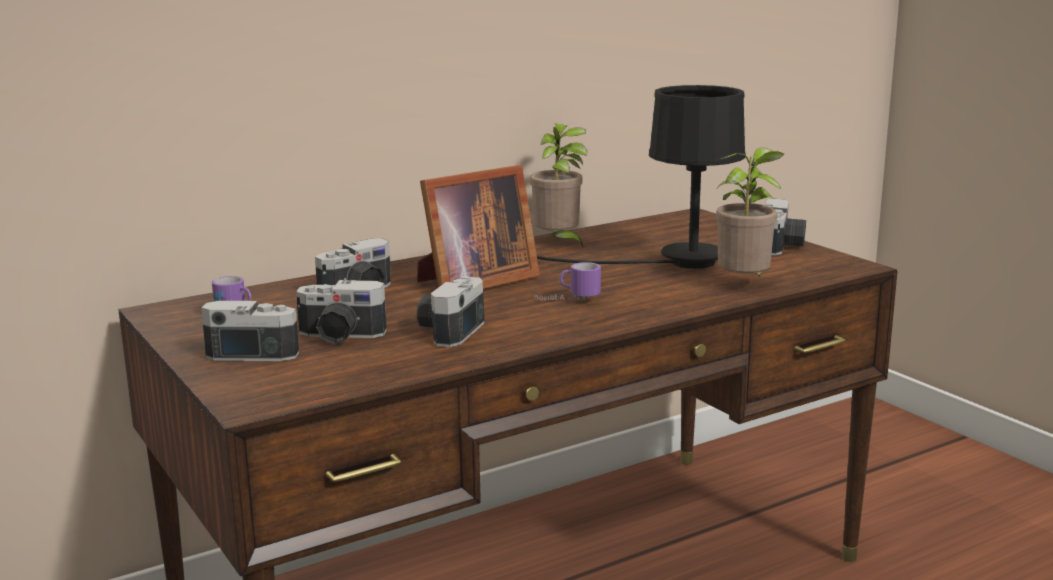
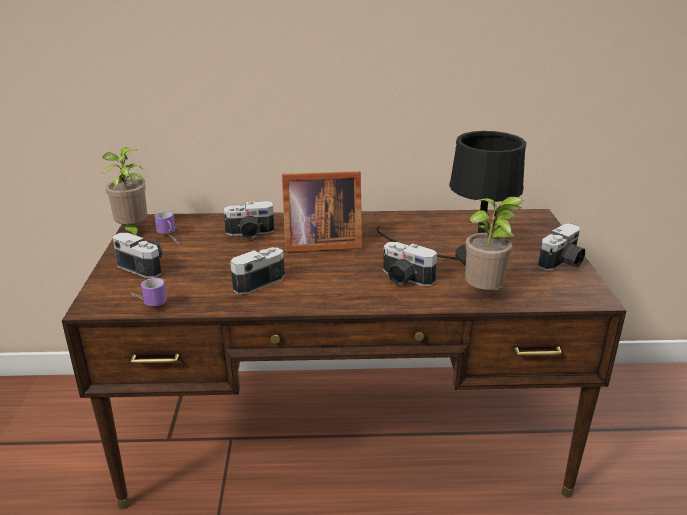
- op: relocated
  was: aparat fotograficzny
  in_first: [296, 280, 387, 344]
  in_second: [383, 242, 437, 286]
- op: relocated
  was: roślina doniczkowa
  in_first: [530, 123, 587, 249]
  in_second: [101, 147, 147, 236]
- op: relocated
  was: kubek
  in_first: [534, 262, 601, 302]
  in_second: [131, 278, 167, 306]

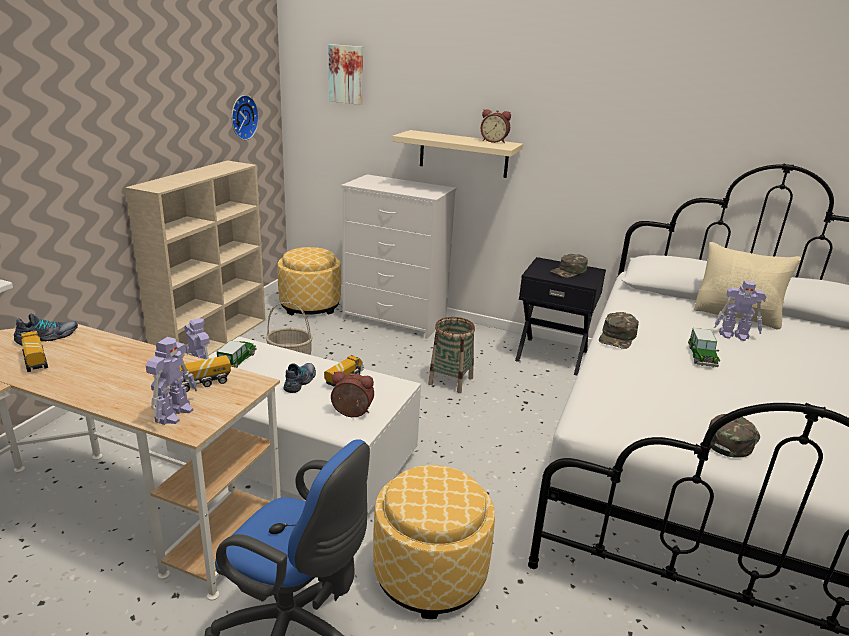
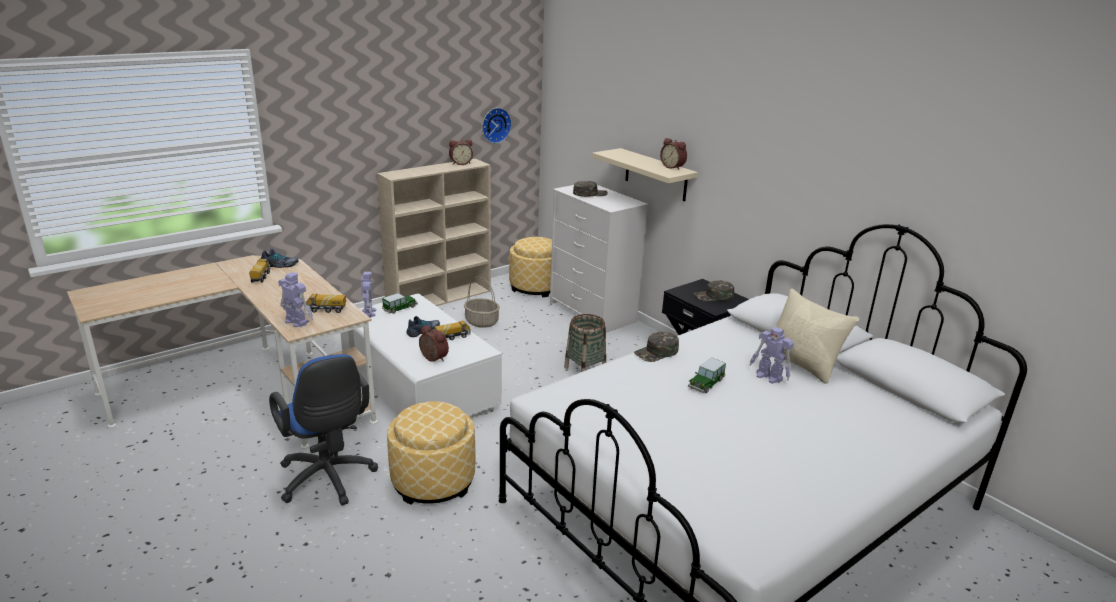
- op: missing
  was: obraz
  in_first: [329, 44, 363, 105]
- op: appeared
  now: budzik
  in_second: [449, 139, 473, 165]
- op: relocated
  was: czapka z daszkiem (zielony)
  in_first: [708, 414, 760, 458]
  in_second: [573, 181, 608, 197]
- op: spun
  was: robot zabawkowy
  in_first: [146, 337, 197, 425]
  in_second: [278, 272, 313, 327]
  clockwise: -105

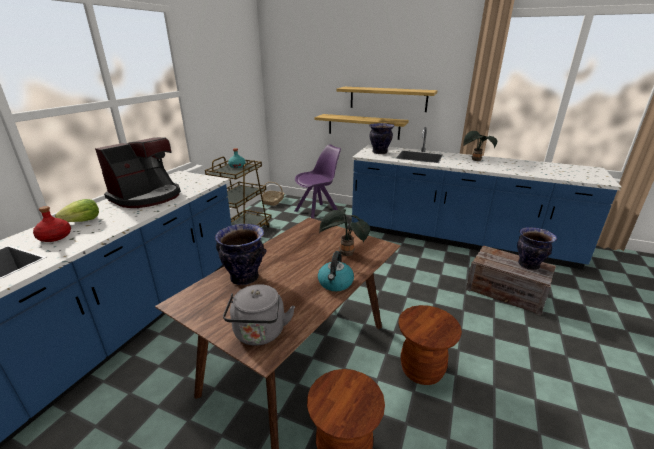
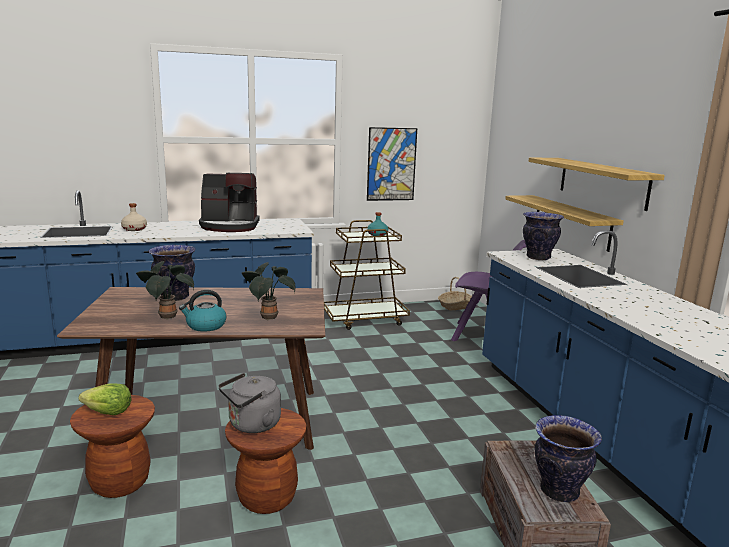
- op: appeared
  now: obraz
  in_second: [367, 127, 417, 201]
- op: relocated
  was: sałata
  in_first: [55, 199, 99, 222]
  in_second: [78, 384, 132, 415]
- op: relocated
  was: czajnik (szary)
  in_first: [223, 284, 295, 346]
  in_second: [218, 373, 281, 433]
- op: relocated
  was: roślina doniczkowa
  in_first: [463, 131, 497, 161]
  in_second: [136, 261, 194, 320]
- op: colour
  was: butelka (czerwony)
  now: butelka (beżowy)
  in_first: [33, 206, 71, 242]
  in_second: [121, 203, 147, 231]

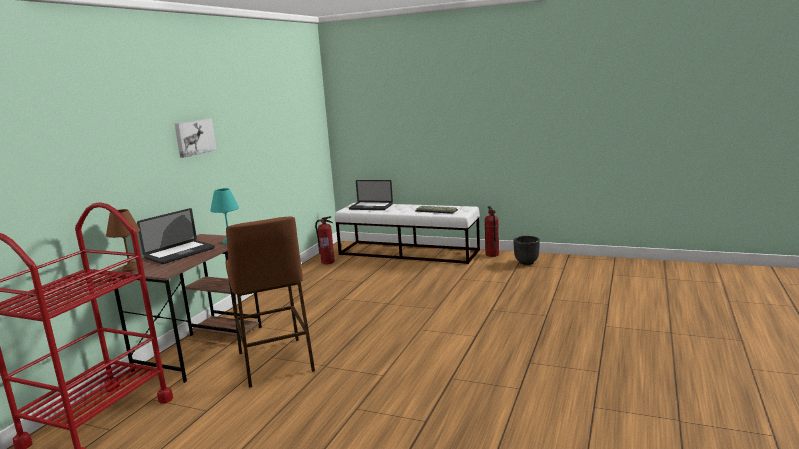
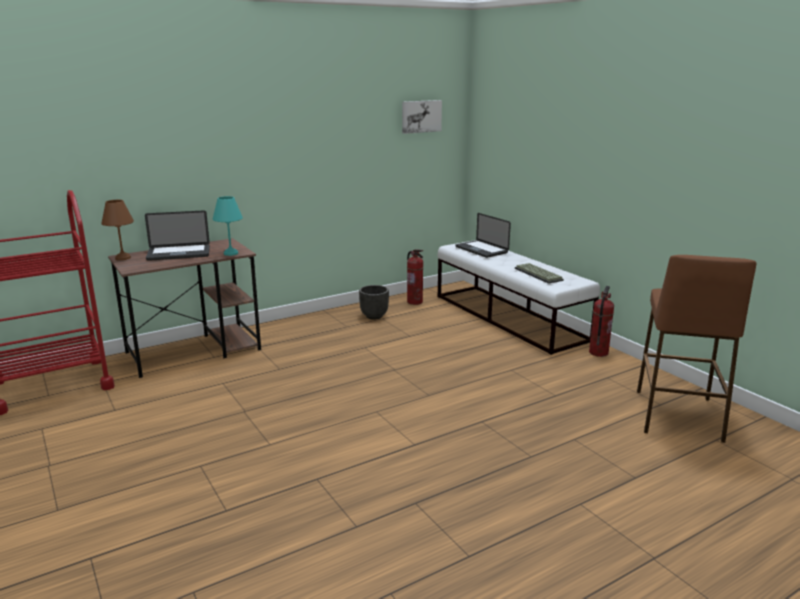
- op: relocated
  was: obraz
  in_first: [175, 118, 217, 158]
  in_second: [402, 100, 442, 134]
- op: relocated
  was: stołek (brązowy)
  in_first: [225, 217, 315, 388]
  in_second: [637, 255, 757, 443]
- op: relocated
  was: donica (czarny)
  in_first: [514, 236, 540, 265]
  in_second: [359, 285, 389, 320]

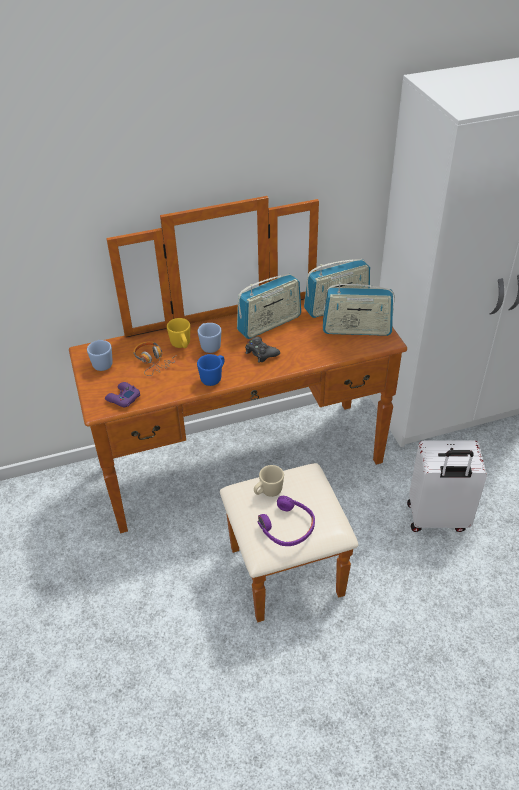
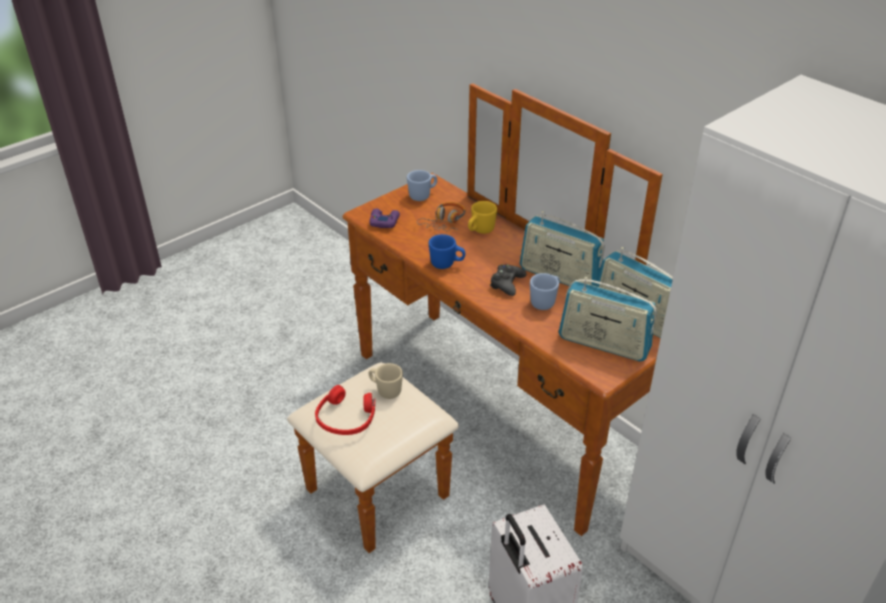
- op: relocated
  was: kubek (niebieski)
  in_first: [198, 323, 221, 353]
  in_second: [530, 273, 560, 310]
- op: colour
  was: słuchawki (fioletowy)
  now: słuchawki (czerwony)
  in_first: [257, 496, 315, 546]
  in_second: [315, 385, 375, 435]
- op: spun
  was: radio
  in_first: [323, 282, 395, 336]
  in_second: [559, 276, 657, 361]
  clockwise: -45

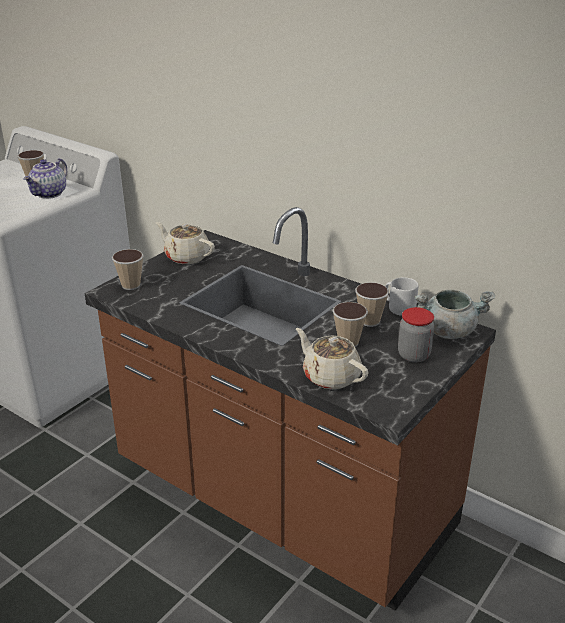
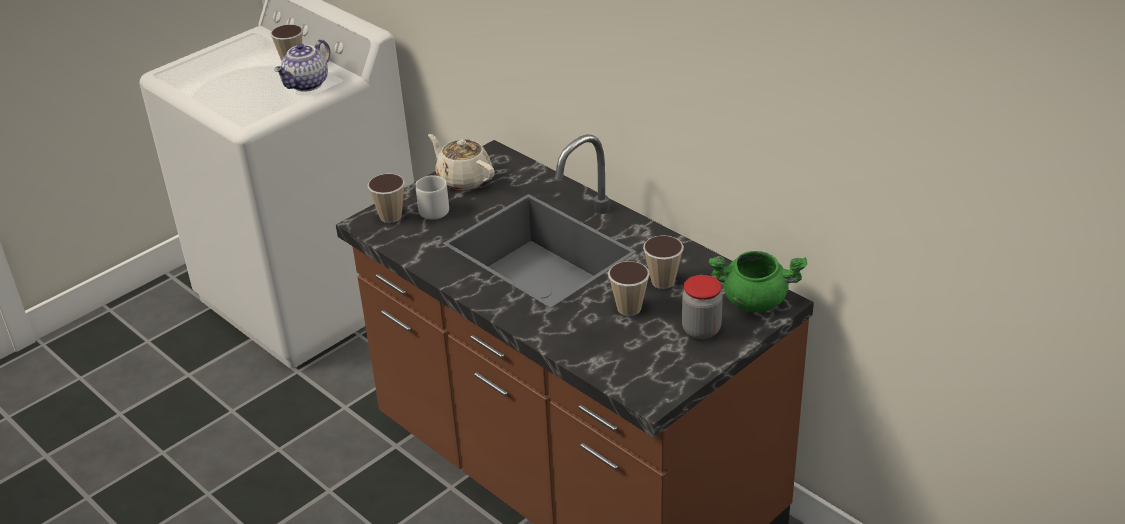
- op: missing
  was: imbryk (beżowy)
  in_first: [296, 328, 368, 389]
- op: relocated
  was: kubek (szary)
  in_first: [385, 277, 418, 316]
  in_second: [415, 175, 449, 220]
- op: colour
  was: garnek (szary)
  now: garnek (zielony)
  in_first: [414, 290, 496, 339]
  in_second: [709, 251, 807, 312]

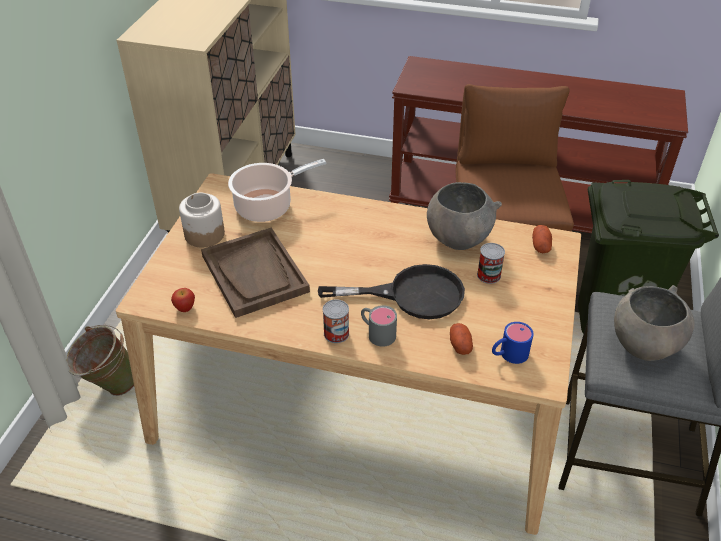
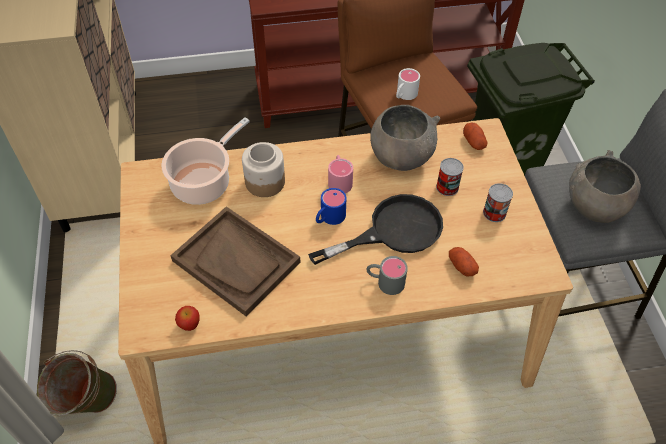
- op: appeared
  now: kubek (różowy)
  in_second: [328, 155, 353, 193]
- op: appeared
  now: kubek (biały)
  in_second: [396, 68, 420, 100]
- op: relocated
  was: słoik
  in_first: [179, 193, 225, 247]
  in_second: [242, 142, 285, 197]
- op: relocated
  was: puszka
  in_first: [323, 300, 349, 343]
  in_second: [483, 183, 513, 222]
- op: relocated
  was: kubek (niebieski)
  in_first: [492, 322, 534, 364]
  in_second: [316, 188, 346, 225]

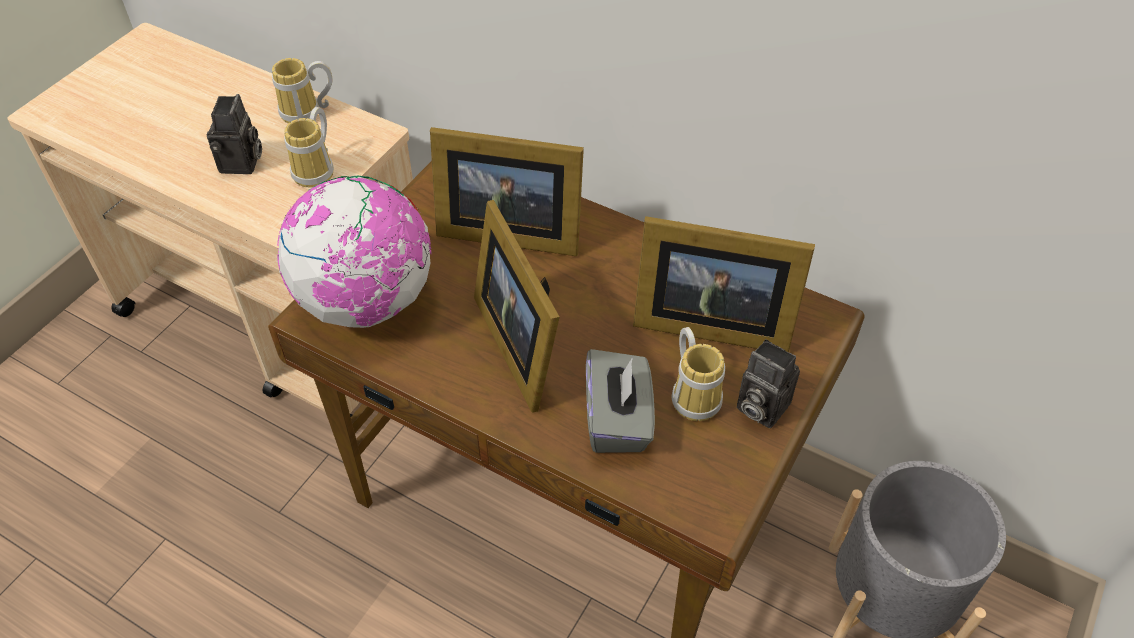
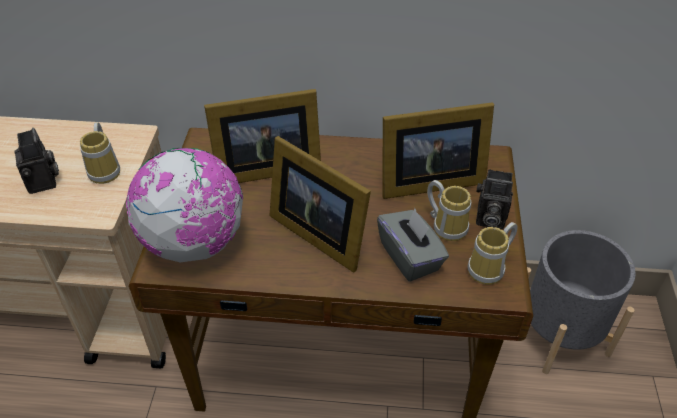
- op: relocated
  was: kubek
  in_first: [272, 58, 333, 124]
  in_second: [468, 222, 518, 285]

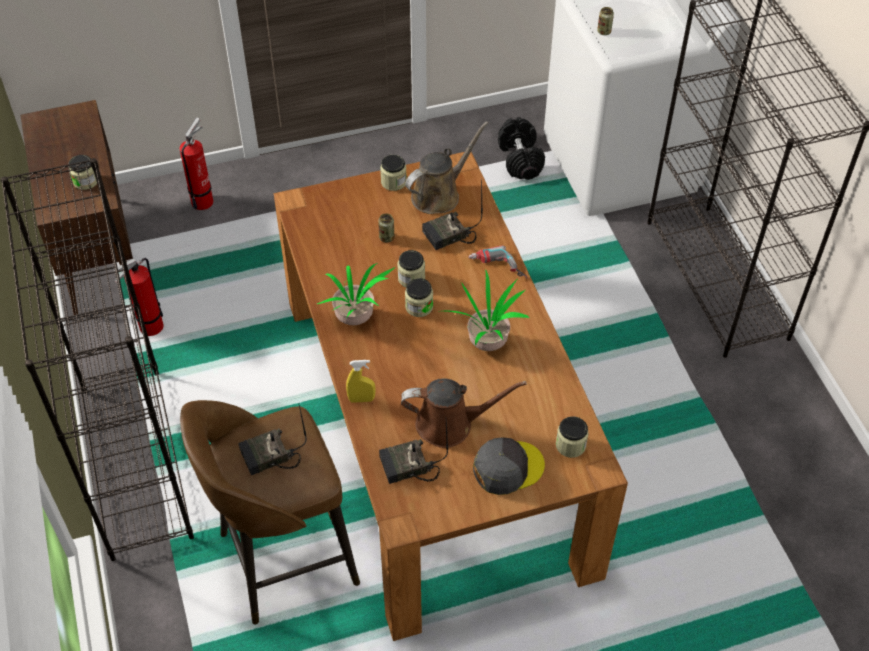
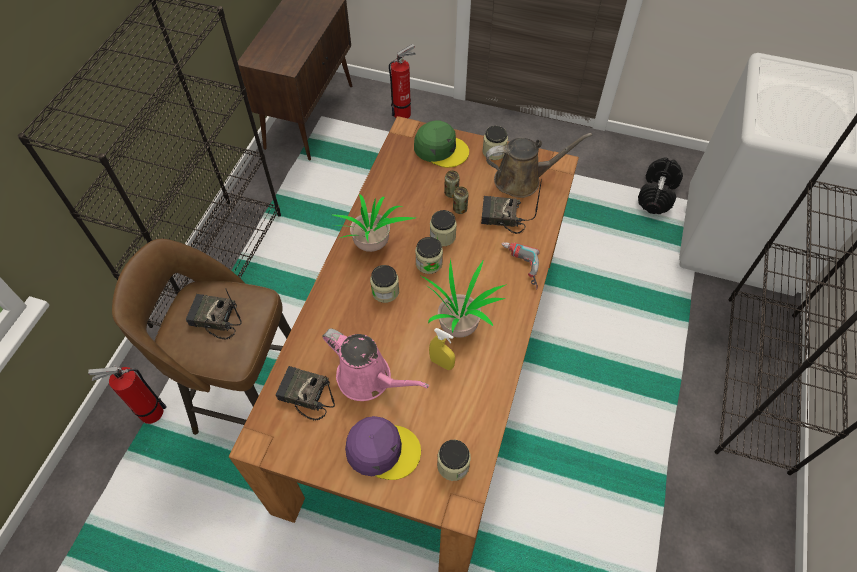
- op: appeared
  now: czapka z daszkiem (zielony)
  in_second: [414, 121, 469, 168]
- op: relocated
  was: słoik
  in_first: [69, 155, 97, 190]
  in_second: [370, 265, 399, 303]
- op: relocated
  was: gaśnica
  in_first: [114, 258, 164, 336]
  in_second: [88, 367, 167, 424]
- op: relocated
  was: spryskiwacz (żółty)
  in_first: [346, 360, 375, 403]
  in_second: [429, 328, 455, 370]
- op: relocated
  was: puszka
  in_first: [597, 7, 614, 35]
  in_second: [453, 187, 469, 214]
- op: colour
  was: konewka (brązowy)
  now: konewka (różowy)
  in_first: [401, 378, 527, 448]
  in_second: [322, 328, 429, 401]
- op: colour
  was: czapka z daszkiem (szary)
  now: czapka z daszkiem (fioletowy)
  in_first: [473, 437, 545, 495]
  in_second: [345, 416, 421, 480]

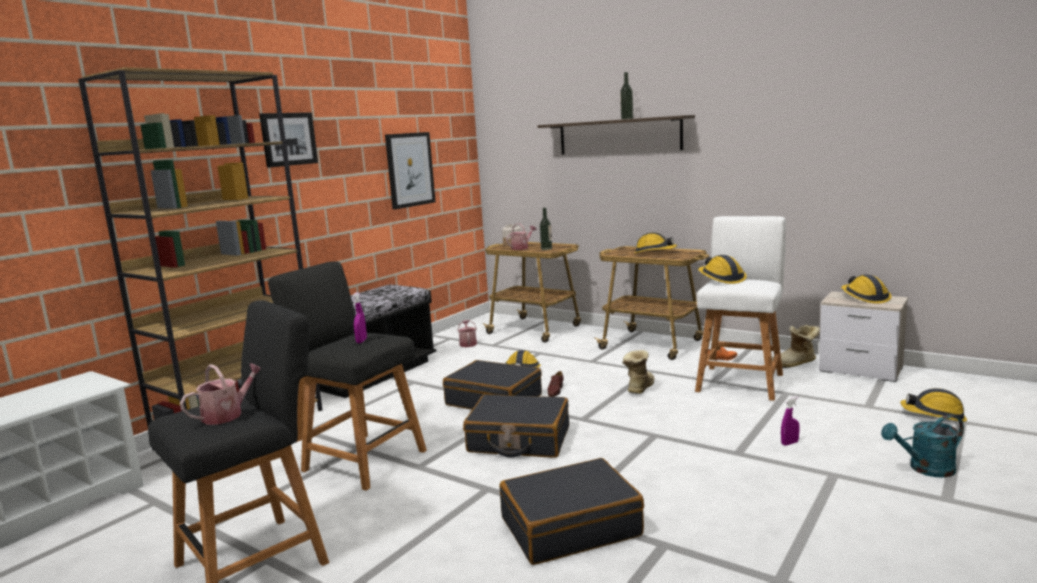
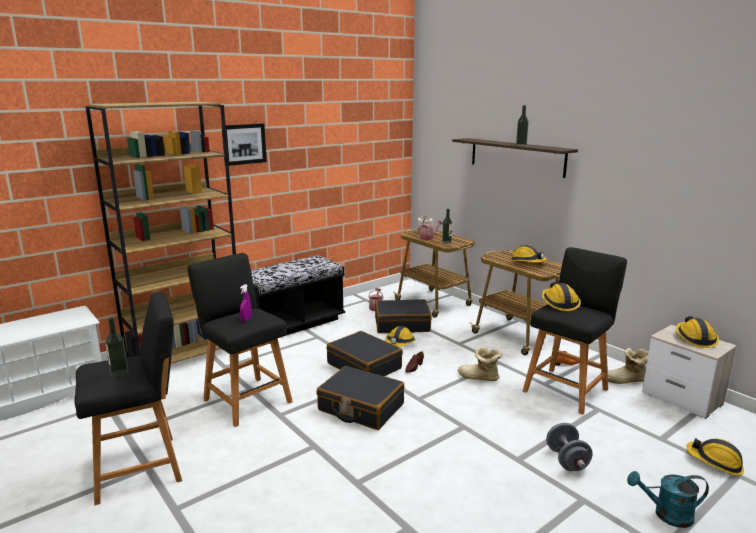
- op: missing
  was: obraz
  in_first: [385, 132, 436, 209]
- op: relocated
  was: walizka (czarny)
  in_first: [499, 458, 644, 565]
  in_second: [375, 299, 432, 333]
- op: exchanged
  was: konewka
  now: butelka
  in_first: [180, 363, 261, 425]
  in_second: [105, 318, 129, 378]
- op: exchanged
  was: spryskiwacz (fioletowy)
  now: hantel (szary)
  in_first: [781, 397, 799, 446]
  in_second: [546, 423, 593, 471]
- op: colour
  was: stołek (biały)
  now: stołek (czarny)
  in_first: [695, 216, 786, 401]
  in_second: [523, 247, 627, 415]
- op: spun
  was: but z cholewką
  in_first: [623, 350, 654, 394]
  in_second: [458, 346, 502, 381]
  clockwise: -105

